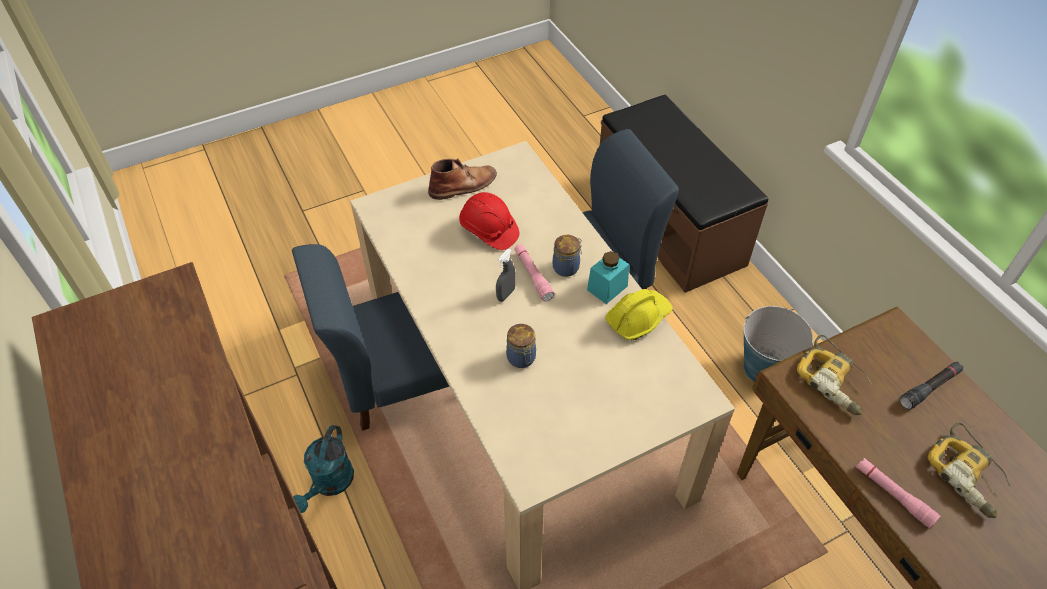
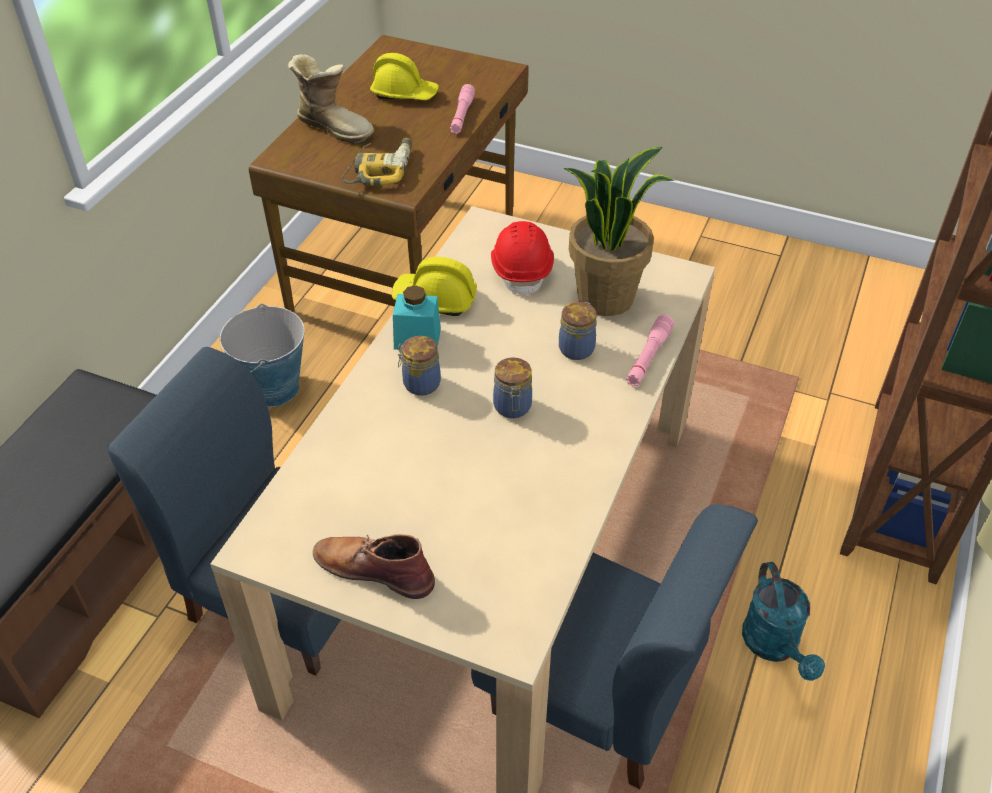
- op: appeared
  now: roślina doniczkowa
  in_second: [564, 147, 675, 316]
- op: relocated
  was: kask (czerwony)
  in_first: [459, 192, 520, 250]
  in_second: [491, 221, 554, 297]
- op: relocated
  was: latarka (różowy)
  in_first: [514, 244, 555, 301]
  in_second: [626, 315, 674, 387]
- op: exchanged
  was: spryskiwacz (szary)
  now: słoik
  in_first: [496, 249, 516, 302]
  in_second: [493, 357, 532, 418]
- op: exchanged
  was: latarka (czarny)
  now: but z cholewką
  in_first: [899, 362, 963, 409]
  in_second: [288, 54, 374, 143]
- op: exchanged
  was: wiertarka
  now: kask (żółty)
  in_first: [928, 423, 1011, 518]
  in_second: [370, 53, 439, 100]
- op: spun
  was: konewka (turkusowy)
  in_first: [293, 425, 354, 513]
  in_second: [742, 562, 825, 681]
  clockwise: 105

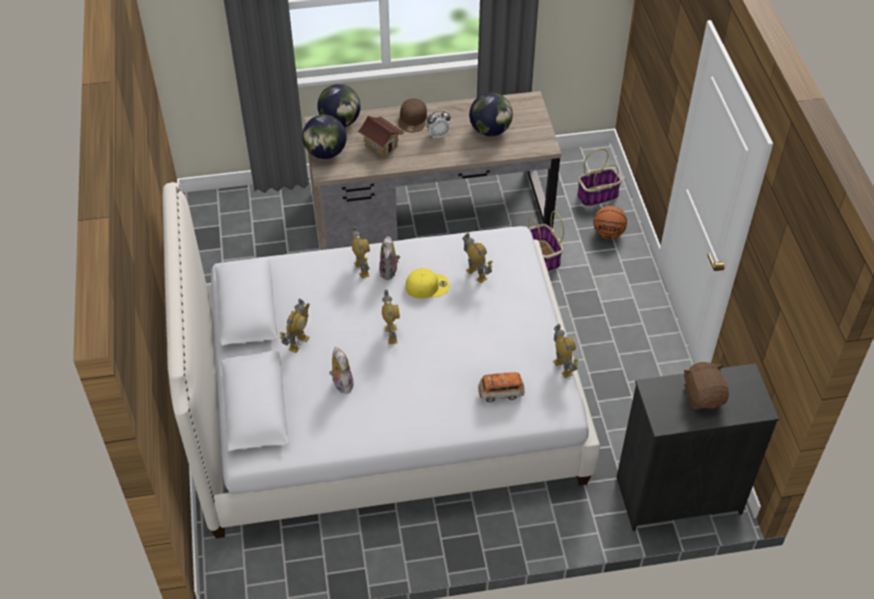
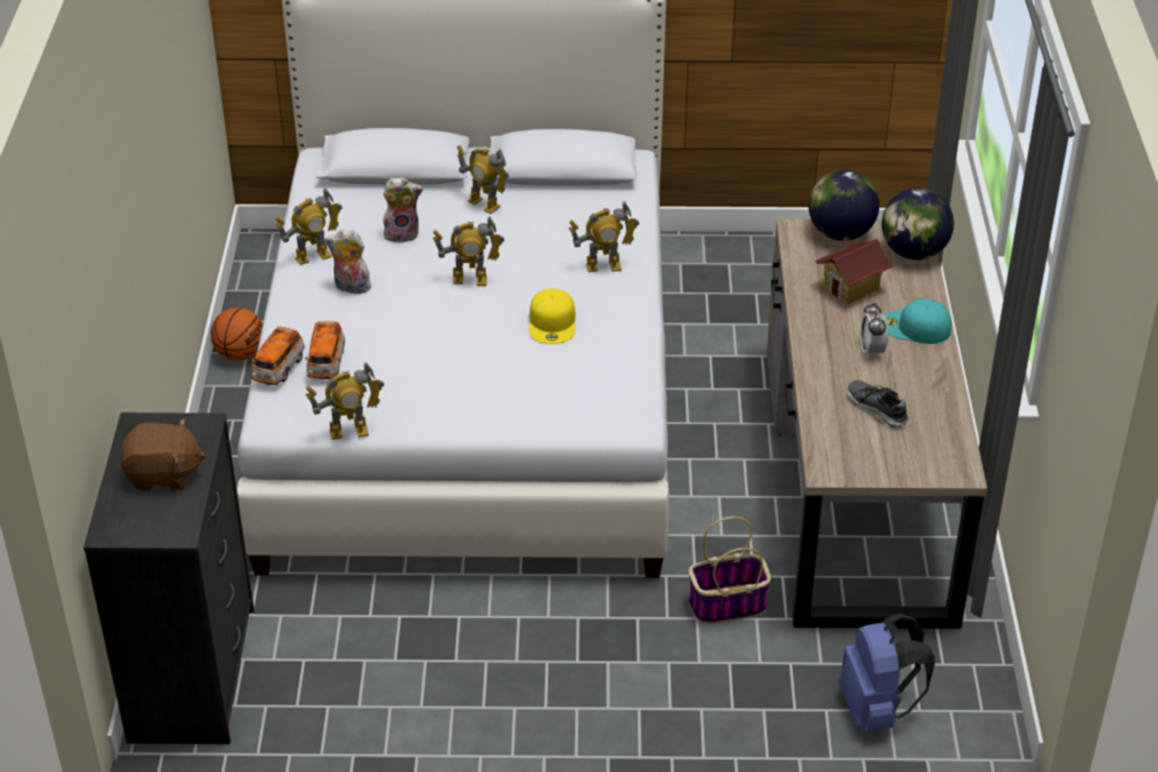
- op: appeared
  now: samochodzik
  in_second: [251, 326, 304, 385]
- op: relocated
  was: pluszak
  in_first: [379, 236, 400, 280]
  in_second: [325, 229, 373, 294]
- op: relocated
  was: robot zabawkowy
  in_first: [462, 232, 493, 283]
  in_second: [275, 188, 343, 265]
- op: relocated
  was: piłka do koszykówki
  in_first: [593, 206, 627, 239]
  in_second: [211, 307, 263, 361]
- op: exchanged
  was: globus
  now: but
  in_first: [469, 92, 513, 136]
  in_second: [847, 380, 909, 429]
- op: exchanged
  was: koszyk
  now: plecak (niebieski)
  in_first: [577, 149, 622, 207]
  in_second: [838, 613, 935, 732]
- op: colour
  was: czapka z daszkiem (brązowy)
  now: czapka z daszkiem (turkusowy)
  in_first: [398, 98, 427, 132]
  in_second: [885, 298, 952, 344]

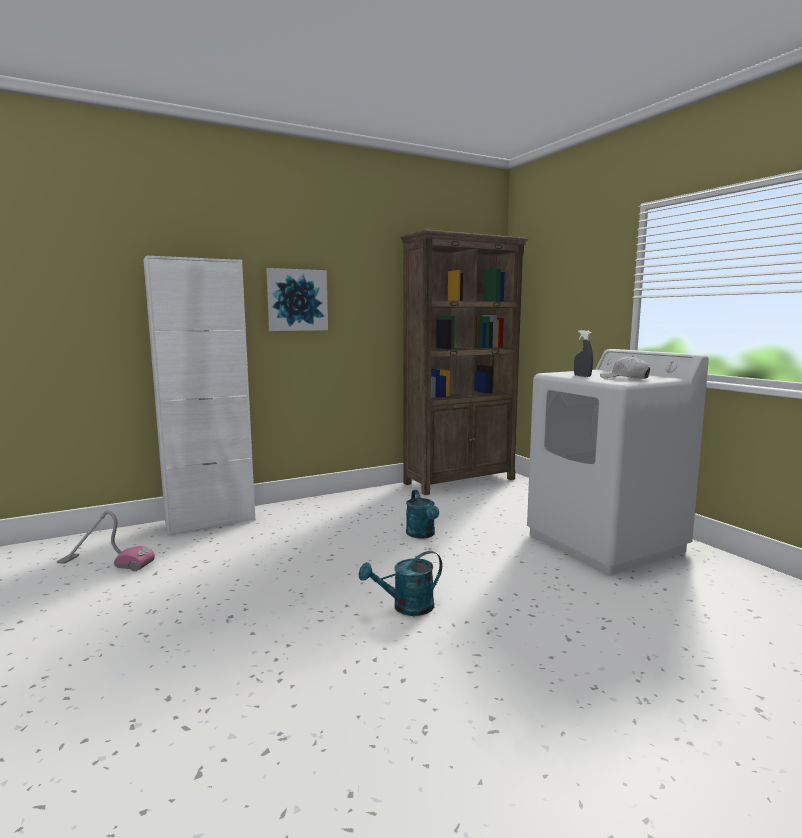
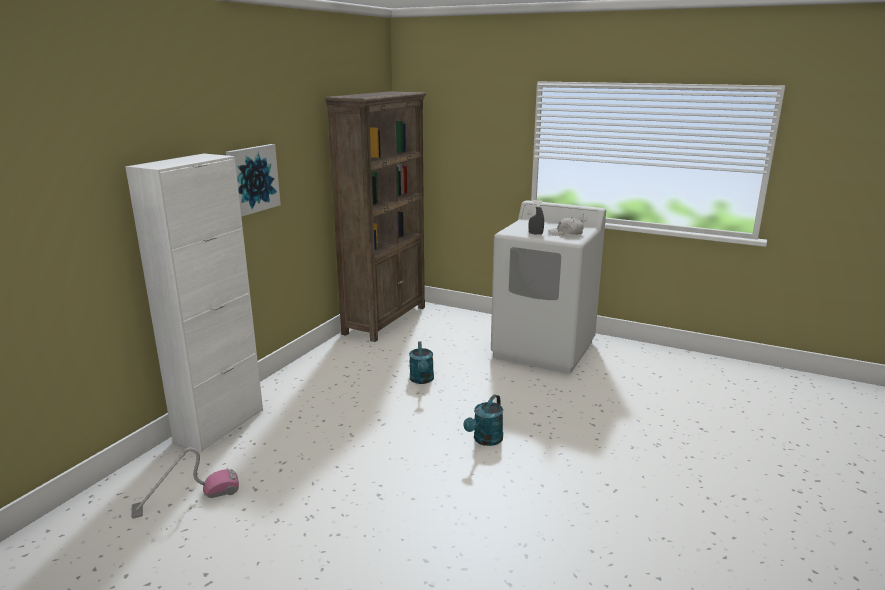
- op: spun
  was: konewka (turkusowy)
  in_first: [406, 490, 439, 538]
  in_second: [409, 341, 434, 384]
  clockwise: 45

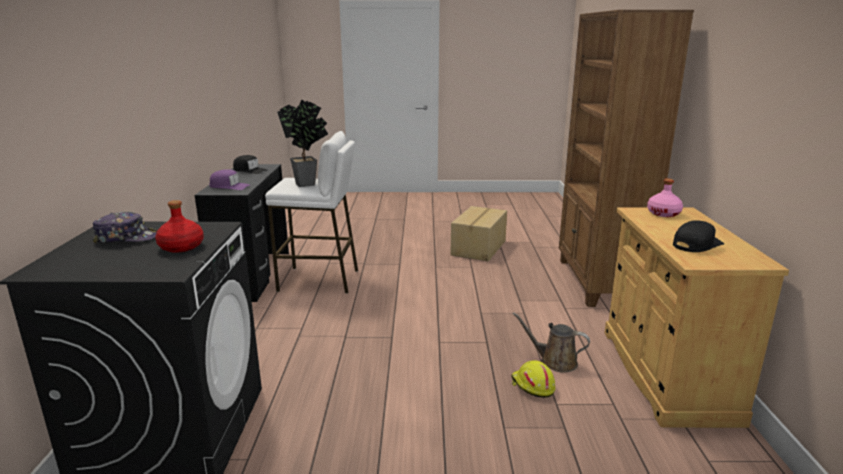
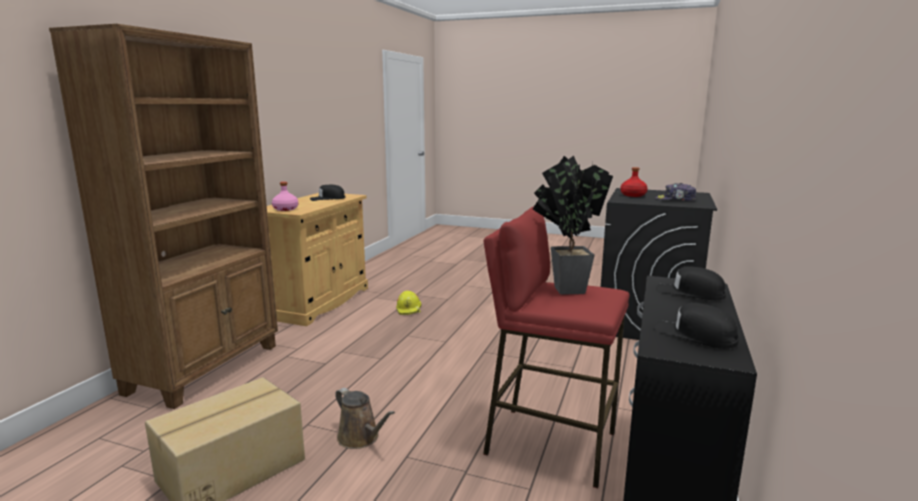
- op: relocated
  was: konewka (brązowy)
  in_first: [513, 312, 590, 373]
  in_second: [335, 388, 395, 449]
- op: colour
  was: czapka z daszkiem (fioletowy)
  now: czapka z daszkiem (czarny)
  in_first: [209, 169, 250, 190]
  in_second: [656, 266, 726, 300]
- op: colour
  was: stołek (biały)
  now: stołek (czerwony)
  in_first: [265, 131, 358, 294]
  in_second: [483, 206, 630, 488]

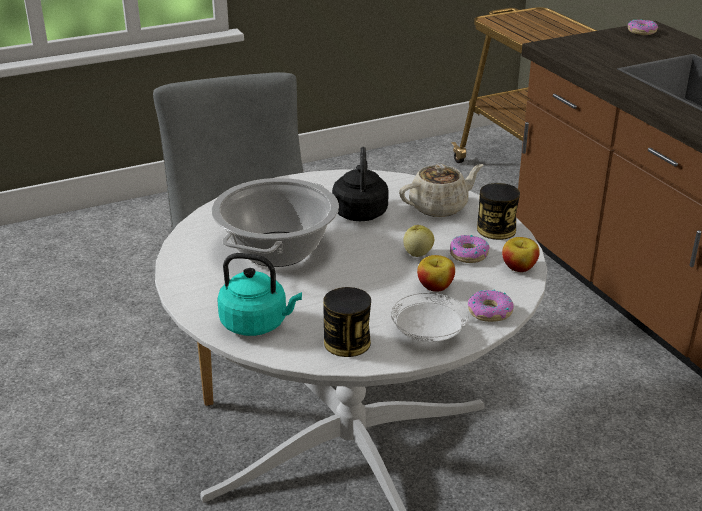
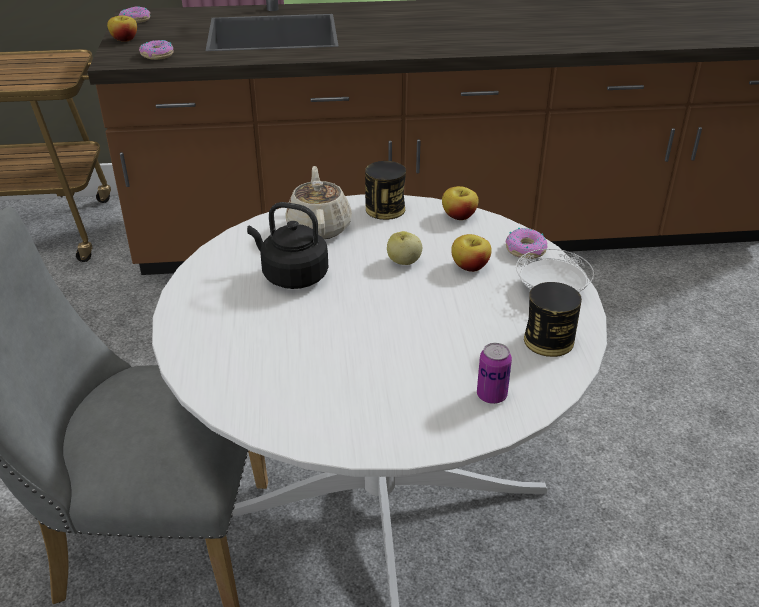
- op: missing
  was: garnek
  in_first: [212, 178, 339, 267]
- op: appeared
  now: jabłko
  in_second: [107, 16, 137, 42]
- op: relocated
  was: donut
  in_first: [450, 235, 490, 263]
  in_second: [139, 40, 174, 60]
- op: exchanged
  was: czajnik (turkusowy)
  now: puszka
  in_first: [217, 253, 302, 336]
  in_second: [477, 343, 512, 404]

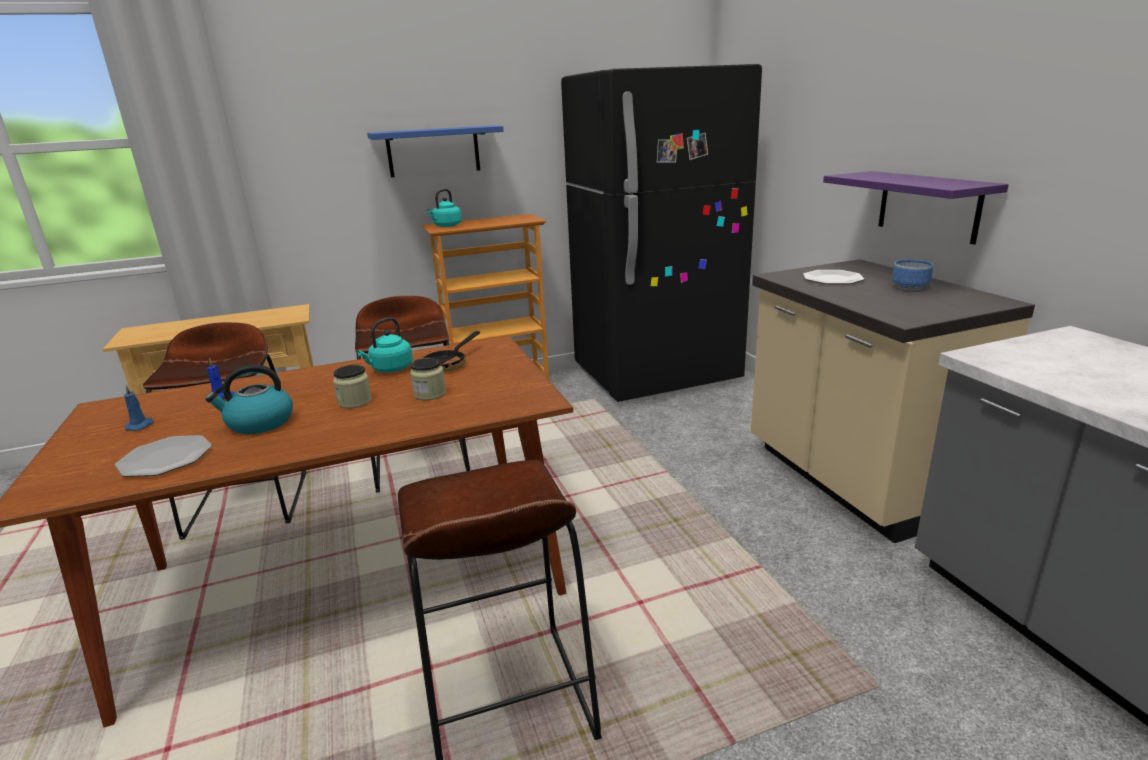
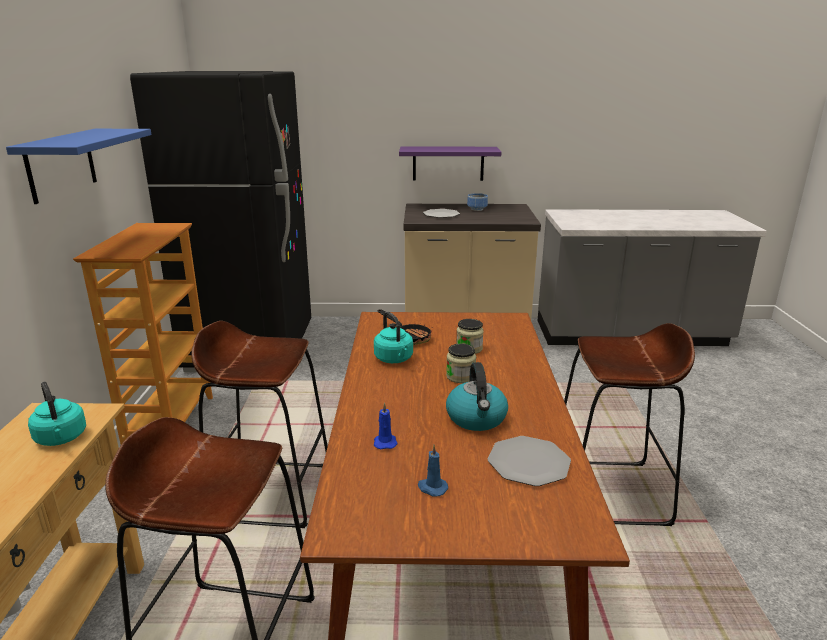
- op: relocated
  was: czajnik (turkusowy)
  in_first: [427, 189, 462, 227]
  in_second: [28, 382, 86, 446]

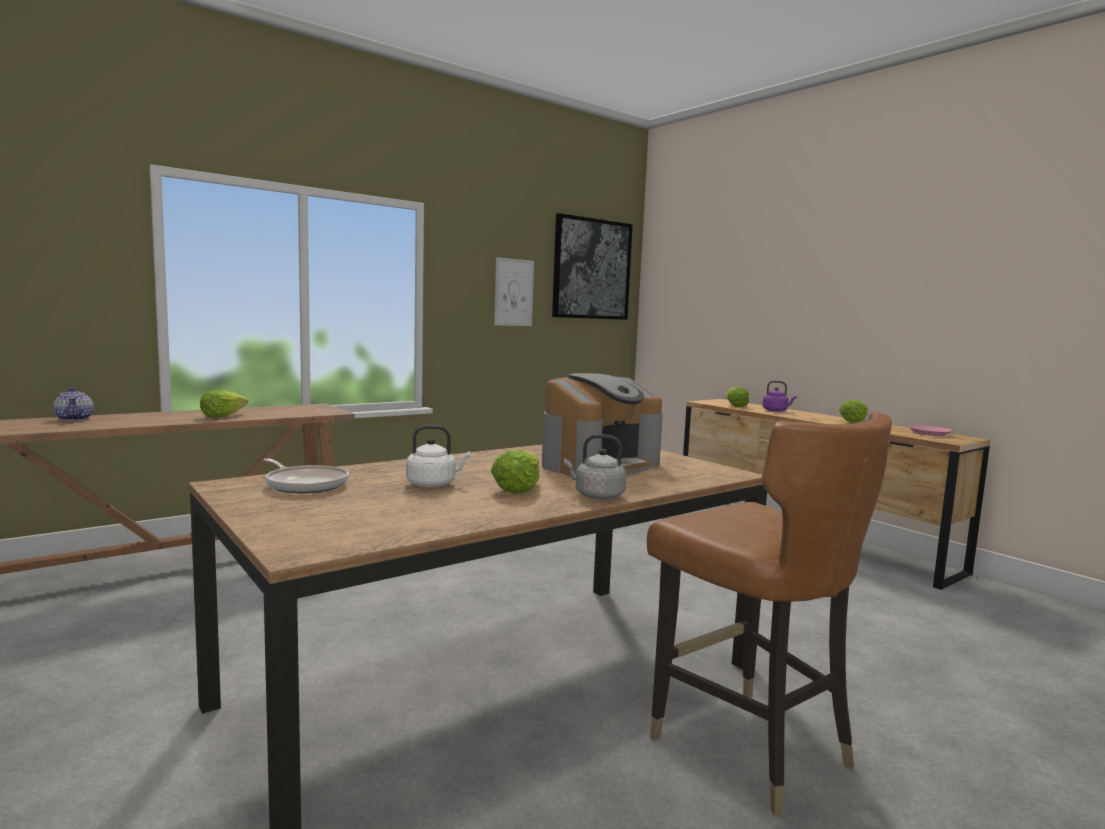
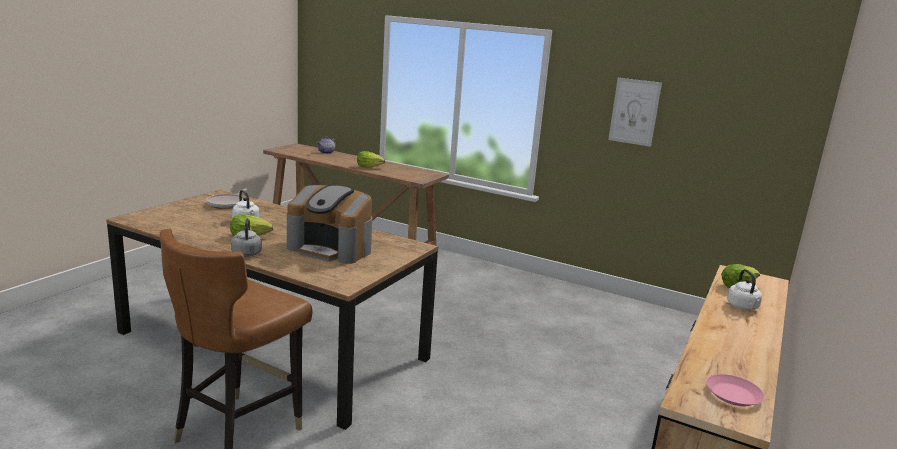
- op: missing
  was: obraz
  in_first: [552, 213, 633, 320]
- op: missing
  was: sałata
  in_first: [839, 400, 868, 423]
- op: colour
  was: czajnik (fioletowy)
  now: czajnik (biały)
  in_first: [762, 381, 797, 412]
  in_second: [727, 269, 762, 310]

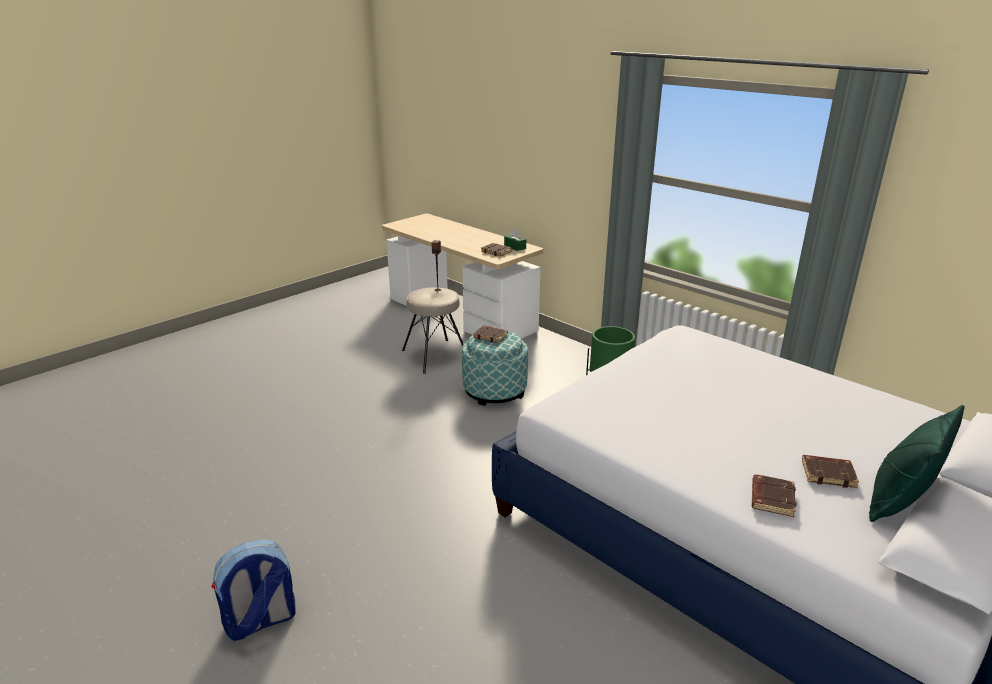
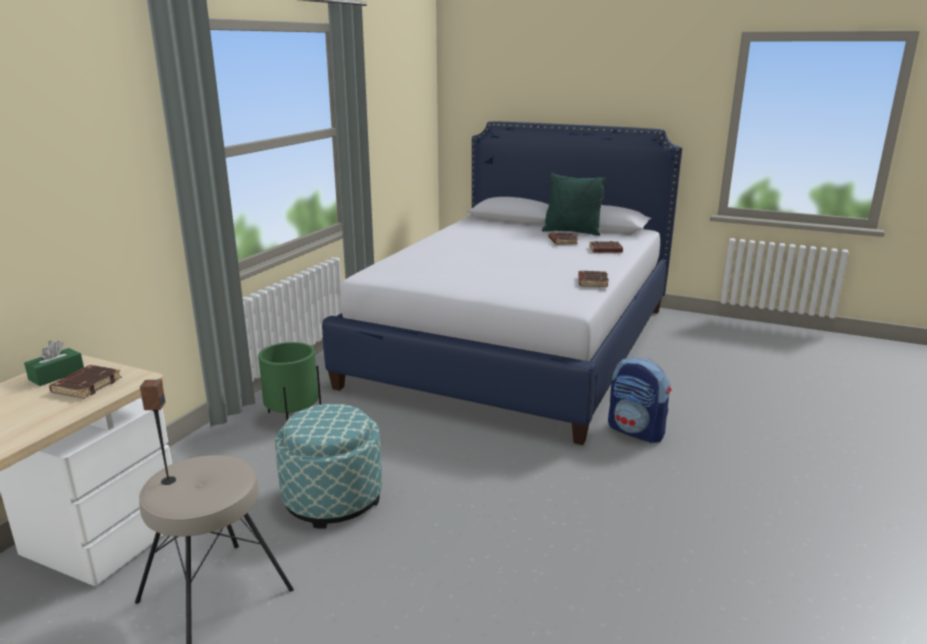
- op: relocated
  was: plecak
  in_first: [211, 540, 295, 641]
  in_second: [608, 357, 672, 443]
- op: relocated
  was: książka (brązowy)
  in_first: [473, 325, 508, 343]
  in_second: [578, 271, 609, 287]

